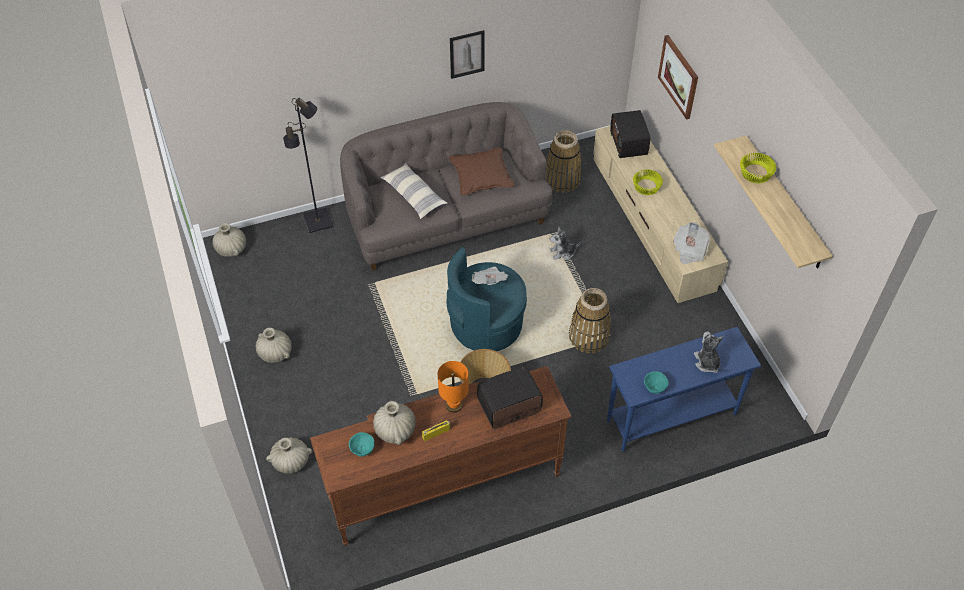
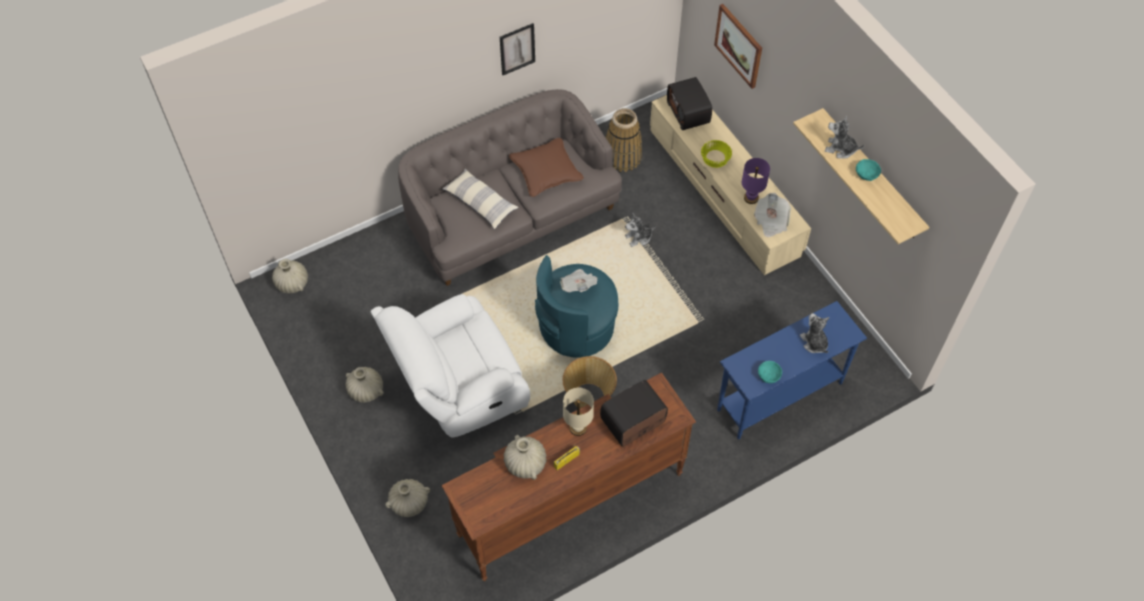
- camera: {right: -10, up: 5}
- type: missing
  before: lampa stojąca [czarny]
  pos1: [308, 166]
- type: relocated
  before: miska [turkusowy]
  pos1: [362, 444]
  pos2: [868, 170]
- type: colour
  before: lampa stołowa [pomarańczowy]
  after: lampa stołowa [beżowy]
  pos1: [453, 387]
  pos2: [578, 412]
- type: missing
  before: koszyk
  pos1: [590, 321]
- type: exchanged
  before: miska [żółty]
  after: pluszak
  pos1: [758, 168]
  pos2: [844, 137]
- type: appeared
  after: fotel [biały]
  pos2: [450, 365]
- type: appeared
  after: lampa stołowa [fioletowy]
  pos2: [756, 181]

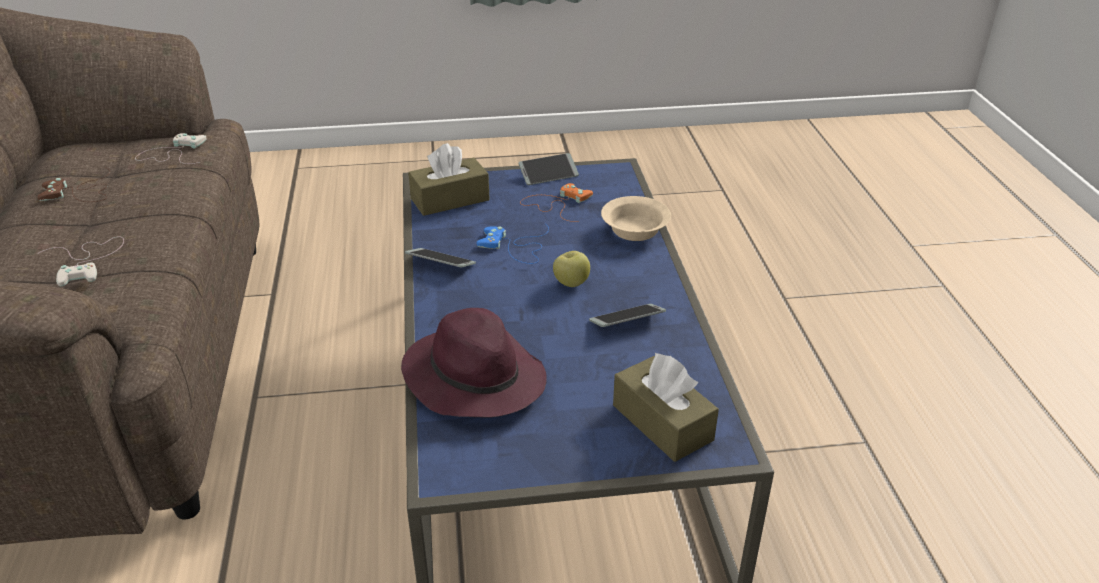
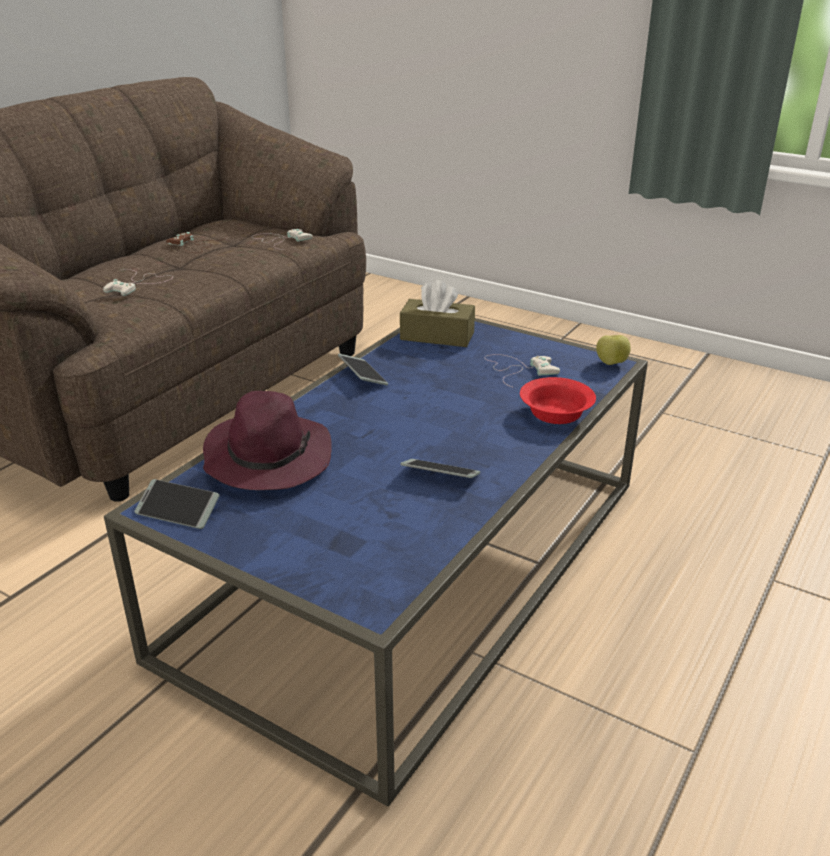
- camera: {right: 40, up: -5}
- type: missing
  before: pad do gier [niebieski]
  pos1: [512, 244]
- type: relocated
  before: telefon
  pos1: [549, 169]
  pos2: [176, 504]
- type: colour
  before: pad do gier [pomarańczowy]
  after: pad do gier [biały]
  pos1: [556, 202]
  pos2: [522, 370]
- type: relocated
  before: jabłko
  pos1: [571, 269]
  pos2: [613, 350]
- type: colour
  before: miska [beżowy]
  after: miska [czerwony]
  pos1: [636, 218]
  pos2: [558, 400]
- type: missing
  before: pudełko chusteczek [brązowy]
  pos1: [666, 407]

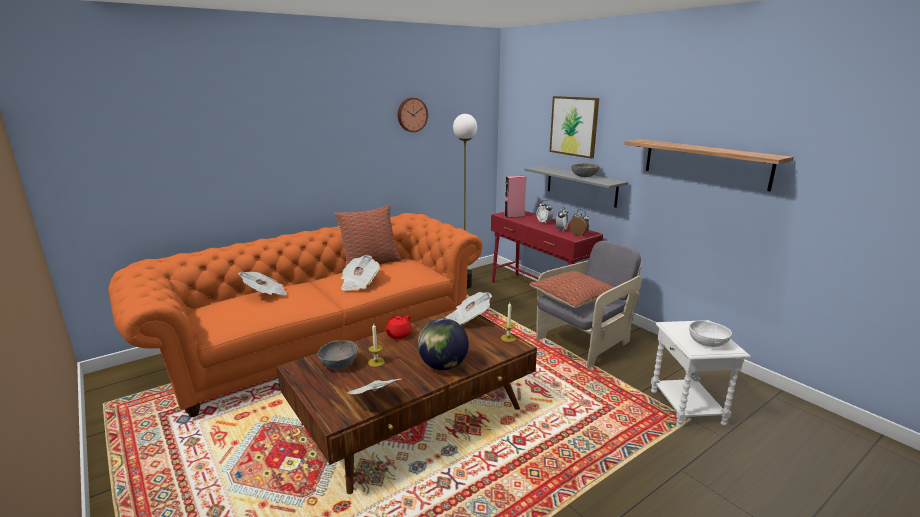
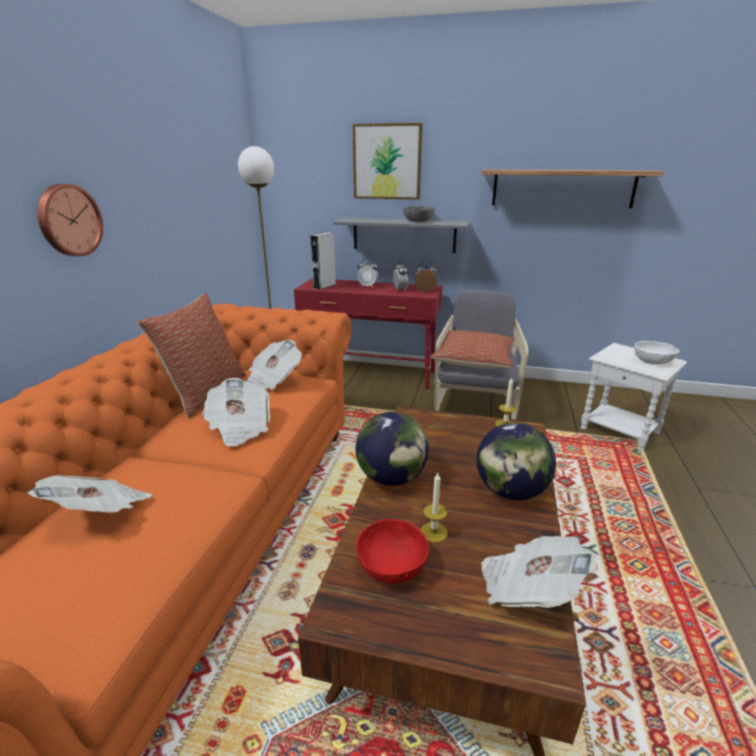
- camera: {right: -40, up: 5}
- type: colour
  before: miska [szary]
  after: miska [czerwony]
  pos1: [337, 354]
  pos2: [392, 551]
- type: exchanged
  before: imbryk [czerwony]
  after: globus
  pos1: [398, 327]
  pos2: [392, 449]
- type: relocated
  before: zegar ścienny
  pos1: [413, 115]
  pos2: [70, 220]
- type: relocated
  before: gazeta
  pos1: [469, 308]
  pos2: [274, 365]
- type: colour
  before: głośnik [różowy]
  after: głośnik [szary]
  pos1: [515, 197]
  pos2: [323, 261]

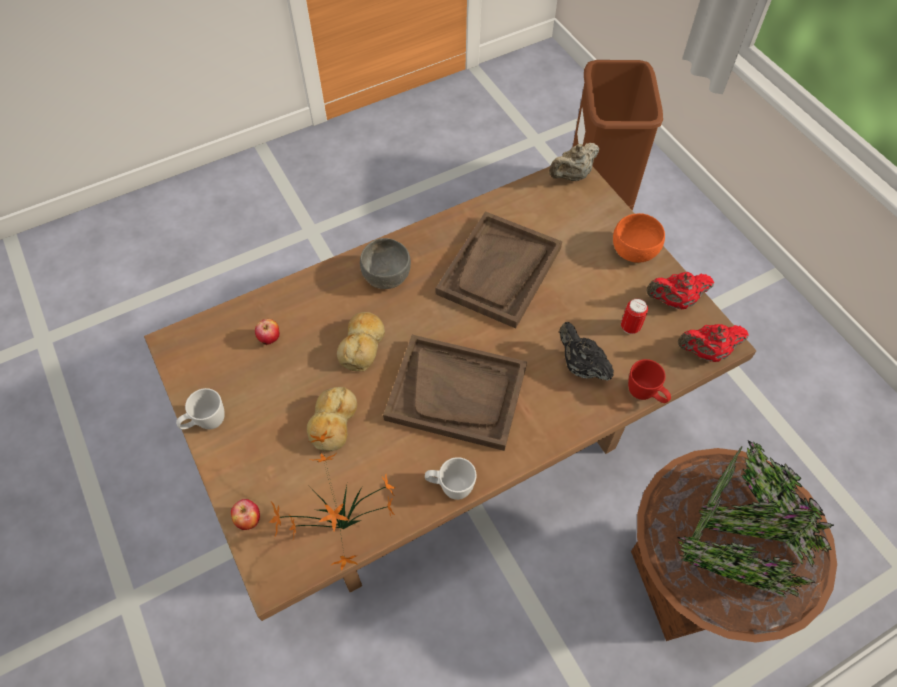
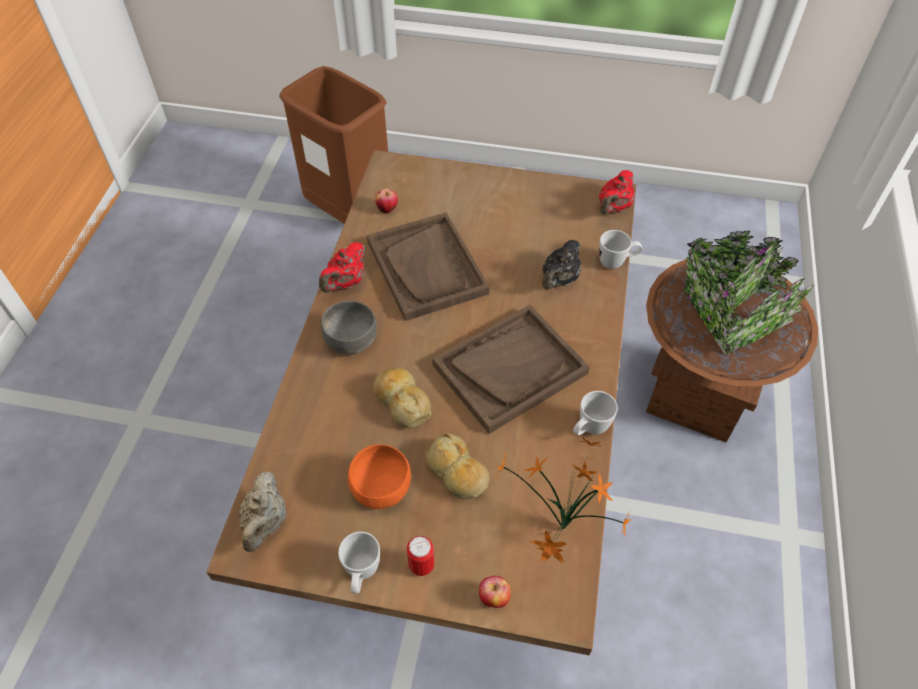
- camera: {right: -50, up: -5}
- type: relocated
  before: jabłko
  pos1: [267, 332]
  pos2: [386, 200]
- type: relocated
  before: imbryk [beżowy]
  pos1: [574, 162]
  pos2: [262, 512]
- type: spun
  before: imbryk [czarny]
  pos1: [586, 351]
  pos2: [561, 264]
  turn: -60
- type: relocated
  before: miska [pomarańczowy]
  pos1: [639, 238]
  pos2: [379, 476]
- type: relocated
  before: puszka
  pos1: [634, 316]
  pos2: [421, 556]
- type: colour
  before: kubek [czerwony]
  after: kubek [biały]
  pos1: [649, 381]
  pos2: [620, 249]
- type: relocated
  before: imbryk [czerwony]
  pos1: [680, 290]
  pos2: [342, 267]

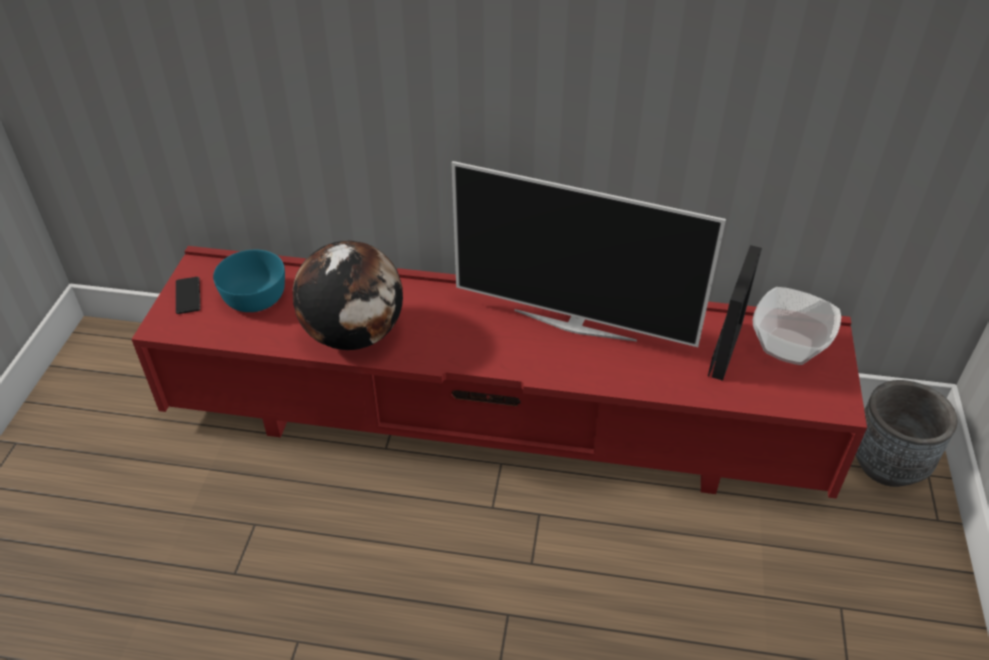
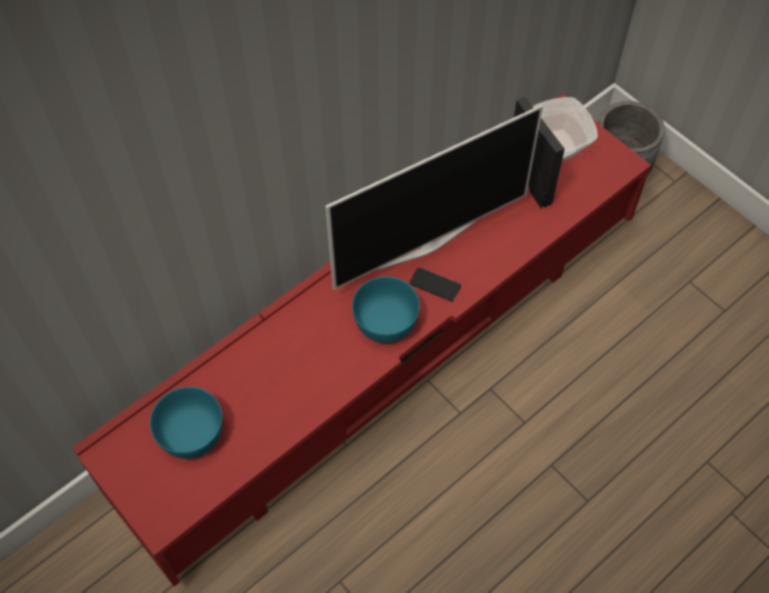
- camera: {right: -50, up: 15}
- type: relocated
  before: telefon
  pos1: [188, 295]
  pos2: [435, 284]
- type: missing
  before: globus
  pos1: [348, 295]
- type: appeared
  after: miska [turkusowy]
  pos2: [386, 309]

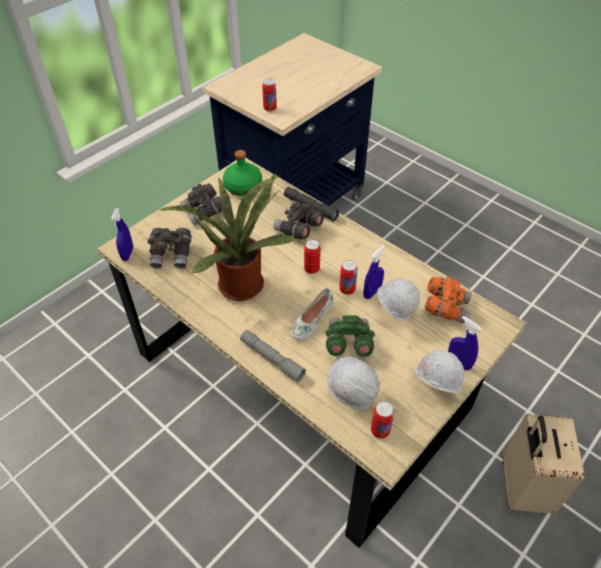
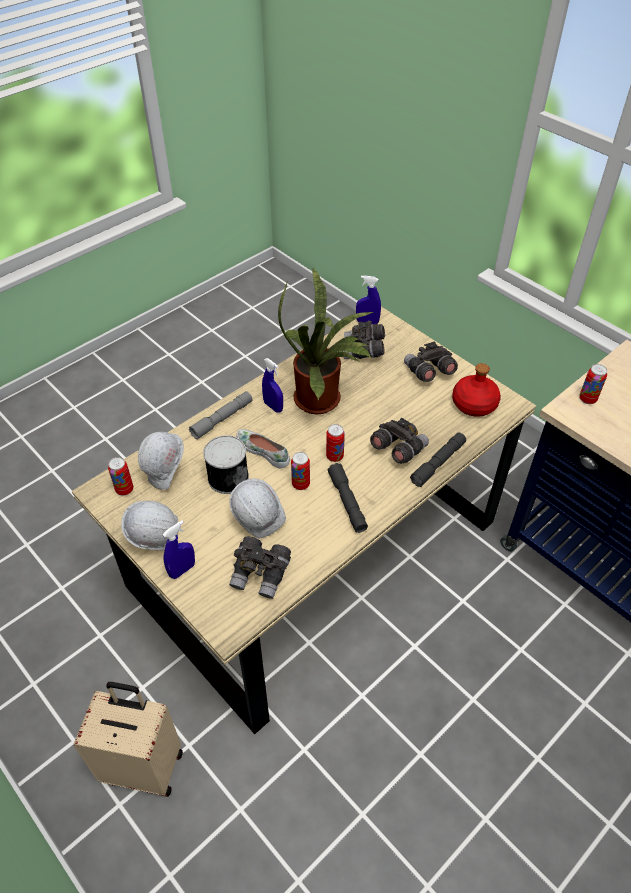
- camera: {right: 95, up: 0}
- type: colour
  before: butelka [zielony]
  after: butelka [czerwony]
  pos1: [242, 173]
  pos2: [476, 390]
- type: exchanged
  before: lornetka [zielony]
  after: puszka
  pos1: [350, 336]
  pos2: [226, 464]
- type: relocated
  before: spryskiwacz [niebieski]
  pos1: [374, 272]
  pos2: [272, 385]
- type: colour
  before: lornetka [pomarańczowy]
  after: lornetka [szary]
  pos1: [448, 300]
  pos2: [260, 567]
- type: appeared
  after: latarka [szary]
  pos2: [348, 498]

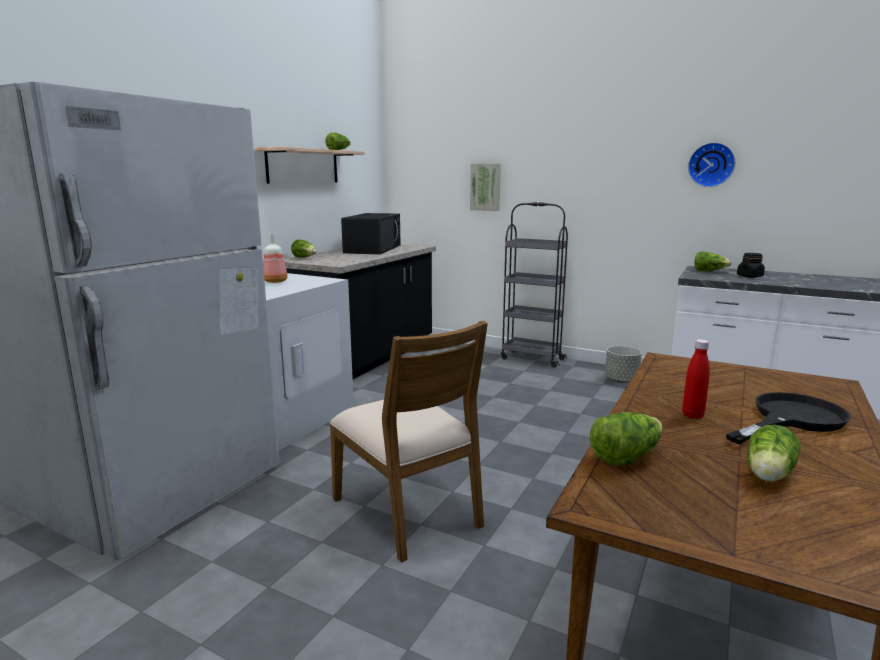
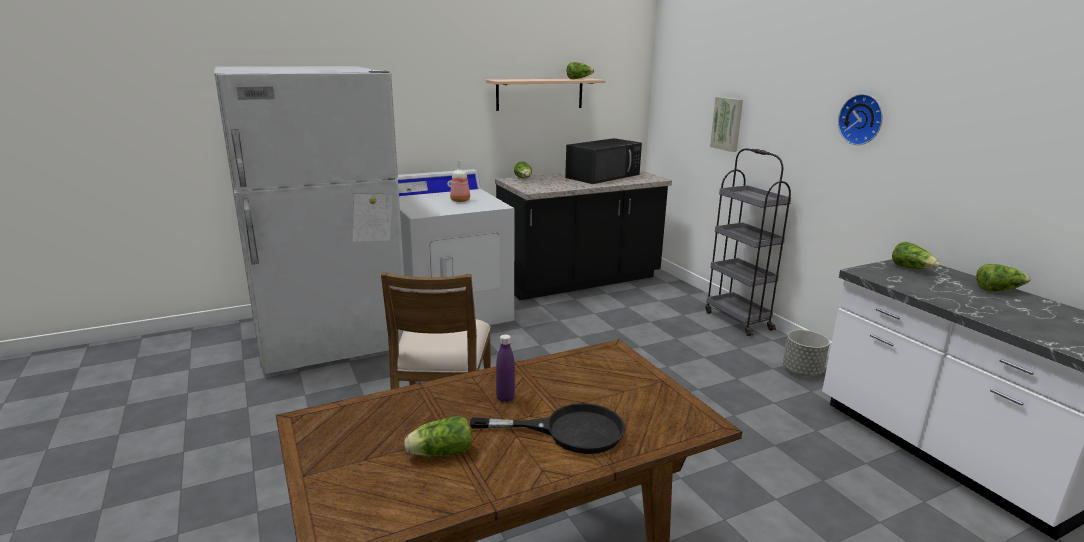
- camera: {right: 35, up: 5}
- type: relocated
  before: sałata
  pos1: [626, 439]
  pos2: [1003, 278]
- type: colour
  before: butelka [czerwony]
  after: butelka [fioletowy]
  pos1: [696, 379]
  pos2: [505, 368]
- type: relocated
  before: zegar ścienny
  pos1: [712, 164]
  pos2: [860, 119]
- type: missing
  before: słoik [czarny]
  pos1: [751, 265]

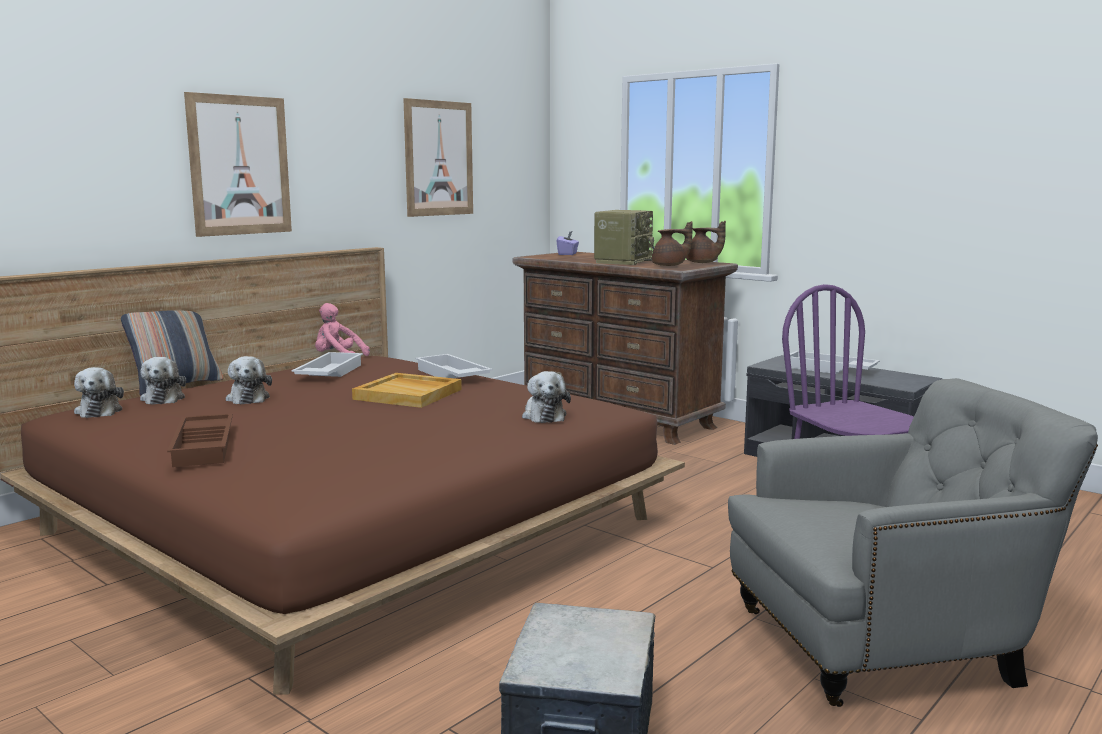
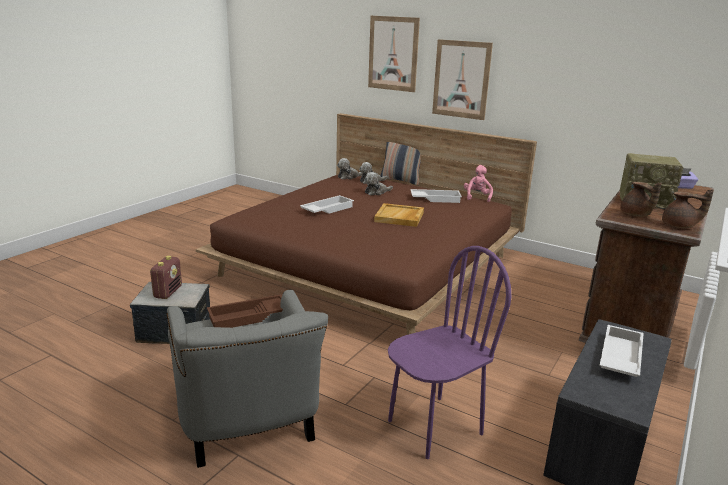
- camera: {right: 80, up: 10}
- type: relocated
  before: taca [brązowy]
  pos1: [200, 440]
  pos2: [245, 311]
- type: relocated
  before: obraz
  pos1: [438, 157]
  pos2: [394, 54]
- type: relocated
  before: taca [biały]
  pos1: [454, 366]
  pos2: [327, 204]
- type: missing
  before: pluszak
  pos1: [546, 397]
- type: spun
  before: imbryk [brązowy]
  pos1: [706, 242]
  pos2: [688, 208]
  turn: -90
- type: appeared
  after: radio
  pos2: [166, 277]

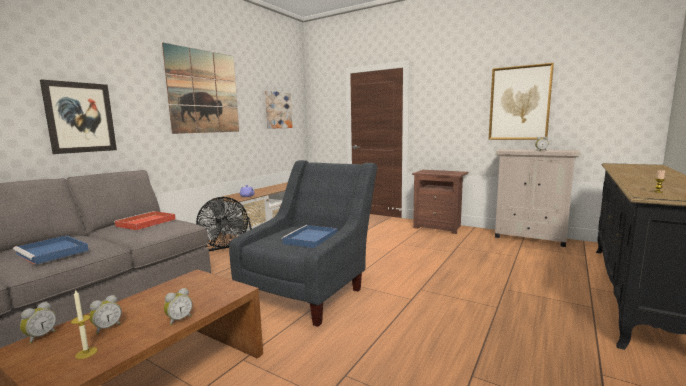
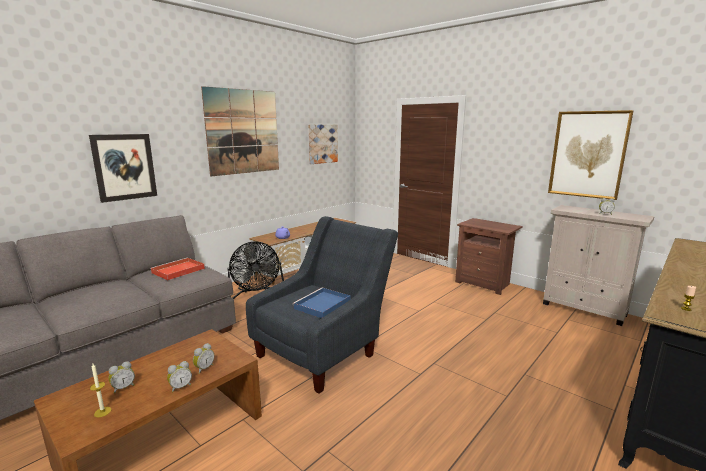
- camera: {right: 10, up: 5}
- type: missing
  before: taca [niebieski]
  pos1: [51, 250]
- type: relocated
  before: budzik
  pos1: [38, 323]
  pos2: [203, 358]

